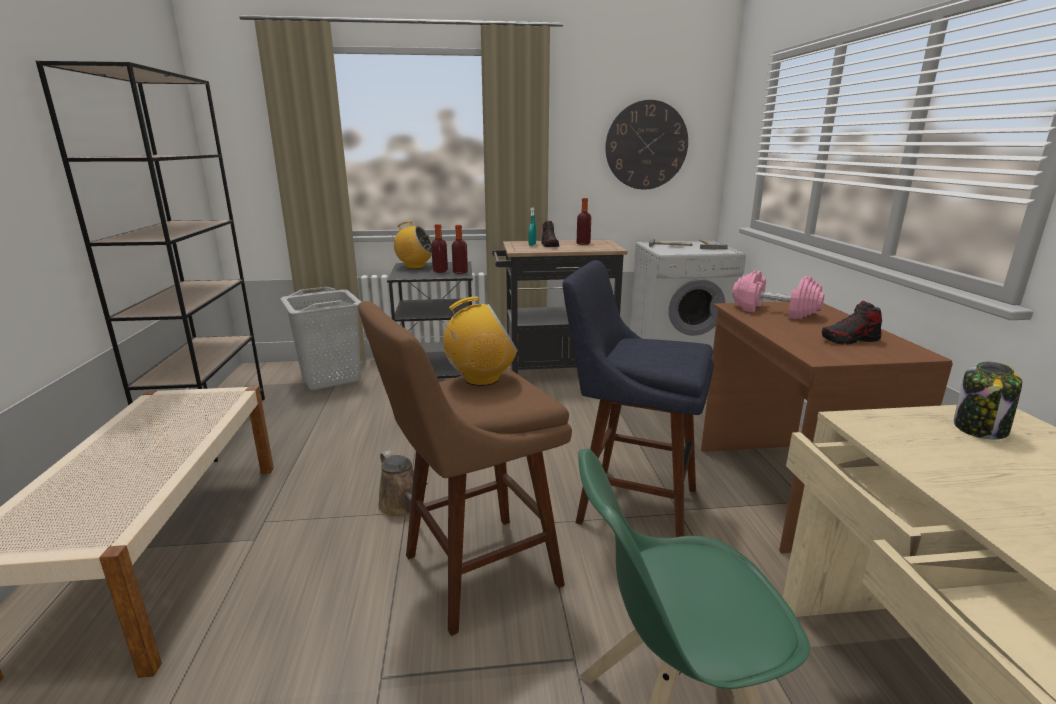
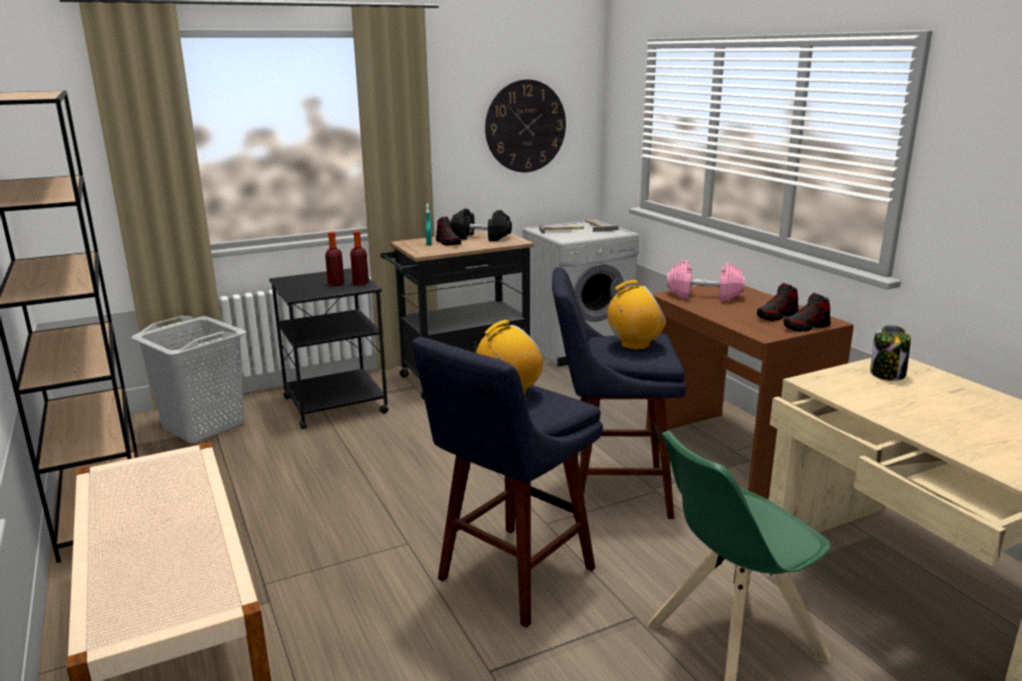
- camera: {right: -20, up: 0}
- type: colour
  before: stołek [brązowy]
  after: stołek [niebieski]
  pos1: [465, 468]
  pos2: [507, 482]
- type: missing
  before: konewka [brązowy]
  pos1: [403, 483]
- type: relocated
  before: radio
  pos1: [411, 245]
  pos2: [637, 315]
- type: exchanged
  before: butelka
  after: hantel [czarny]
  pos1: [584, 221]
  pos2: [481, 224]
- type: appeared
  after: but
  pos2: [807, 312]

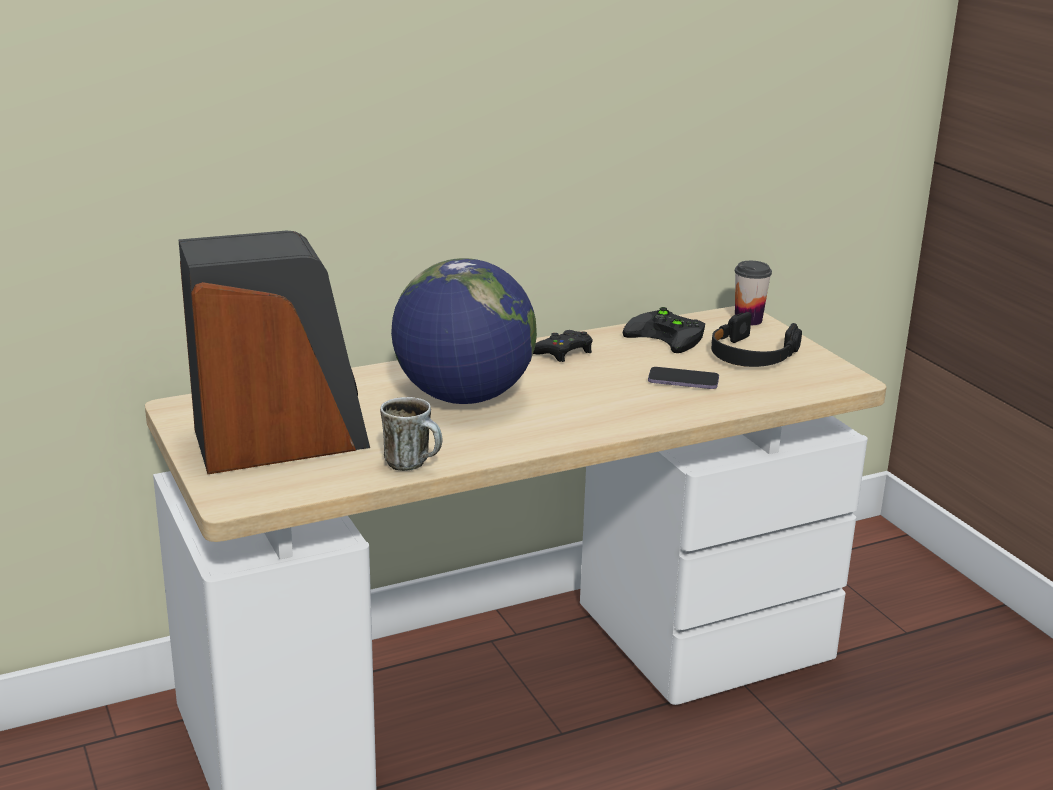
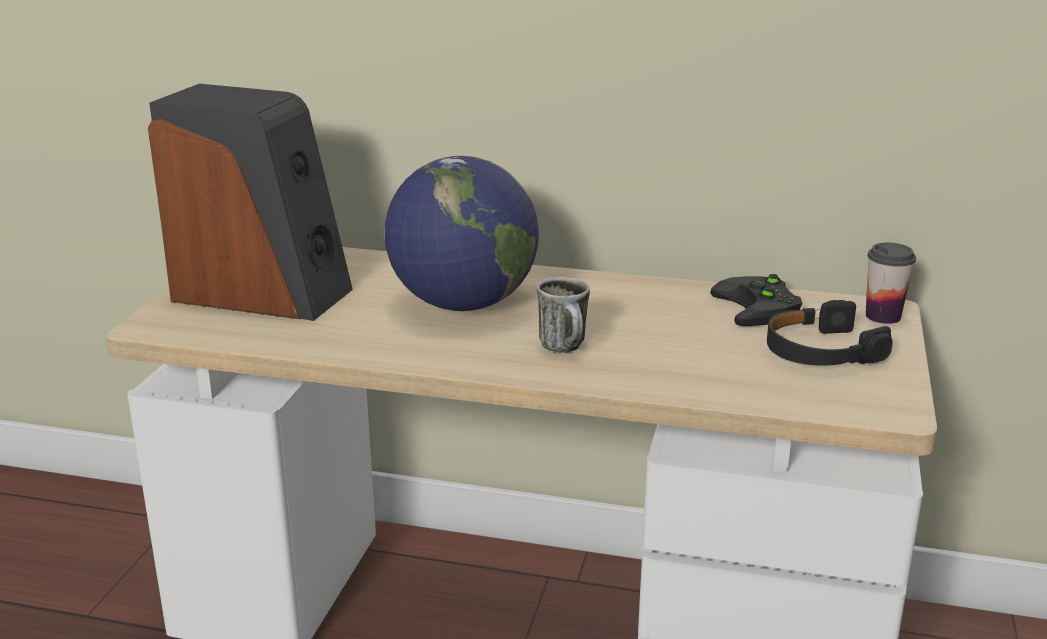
- camera: {right: 40, up: 0}
- type: relocated
  before: kubek
  pos1: [411, 434]
  pos2: [563, 315]
- type: missing
  before: pad do gier [czarny]
  pos1: [563, 346]
- type: missing
  before: telefon
  pos1: [683, 378]

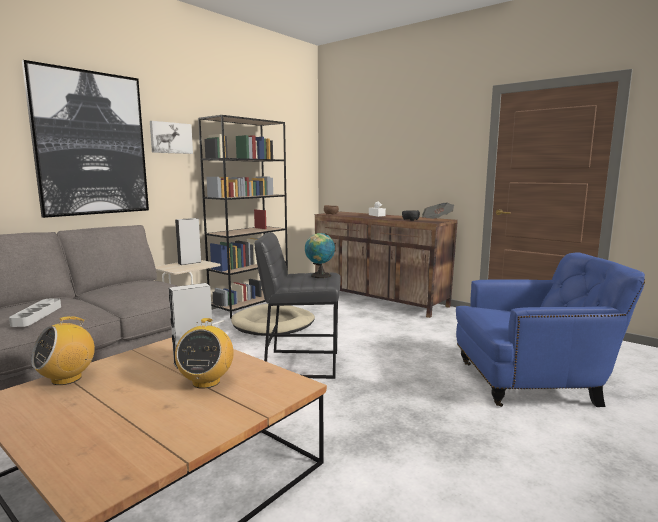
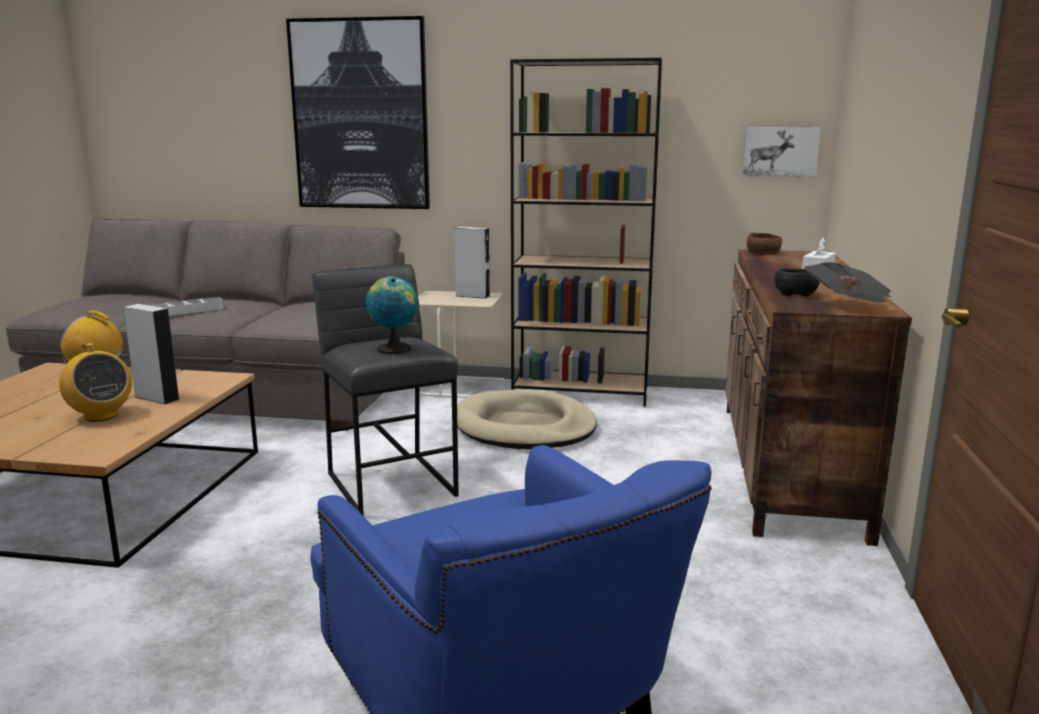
- camera: {right: 60, up: 5}
- type: relocated
  before: obraz
  pos1: [171, 137]
  pos2: [782, 152]
- type: spun
  before: radio
  pos1: [204, 353]
  pos2: [95, 382]
  turn: -105

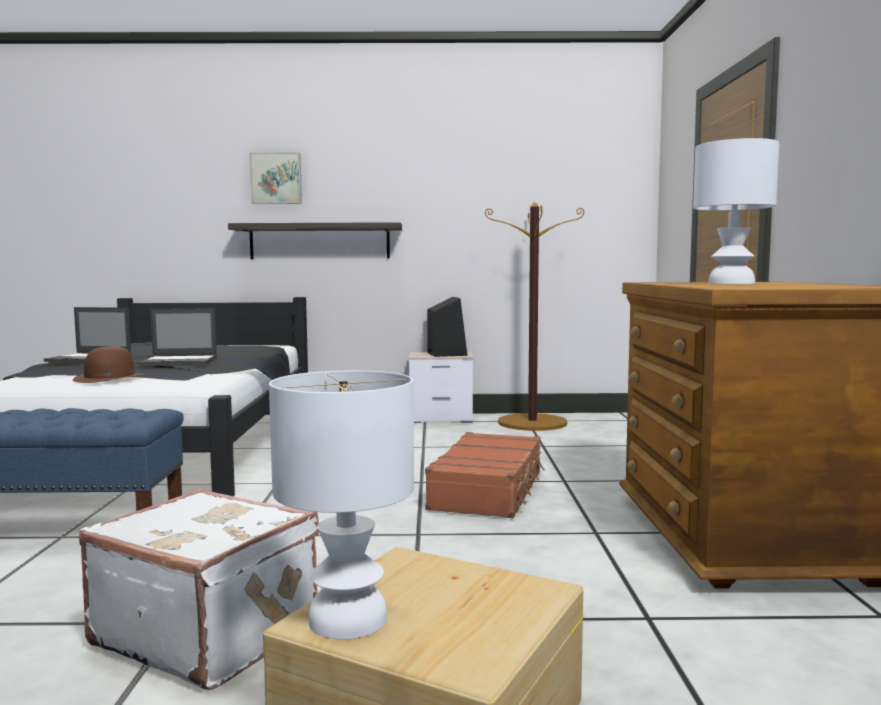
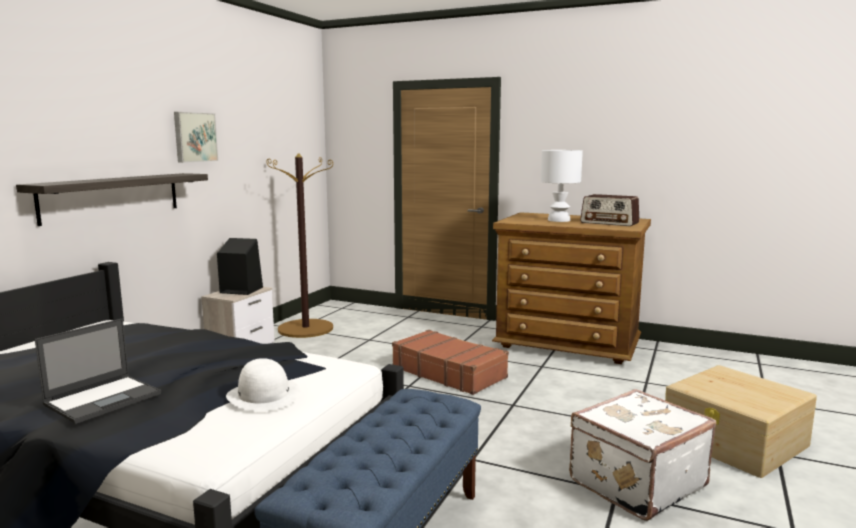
- camera: {right: -65, up: 5}
- type: colour
  before: kapelusz [brązowy]
  after: kapelusz [biały]
  pos1: [109, 364]
  pos2: [263, 384]
- type: missing
  before: laptop
  pos1: [177, 337]
- type: relocated
  before: obraz
  pos1: [275, 178]
  pos2: [196, 137]
- type: missing
  before: lampa stołowa [biały]
  pos1: [341, 504]
- type: appeared
  after: radio
  pos2: [610, 210]

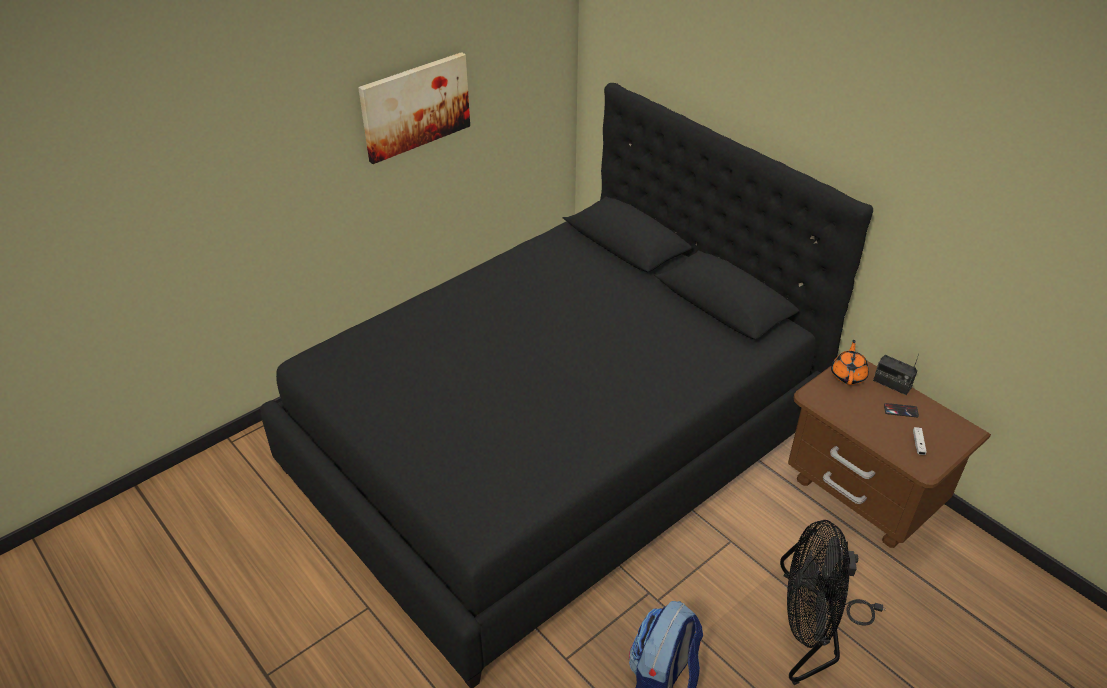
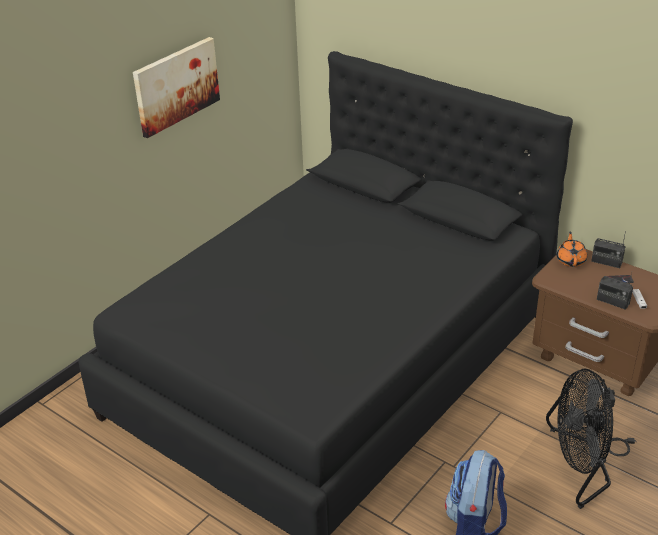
- camera: {right: -10, up: -5}
- type: appeared
  after: radio
  pos2: [615, 292]

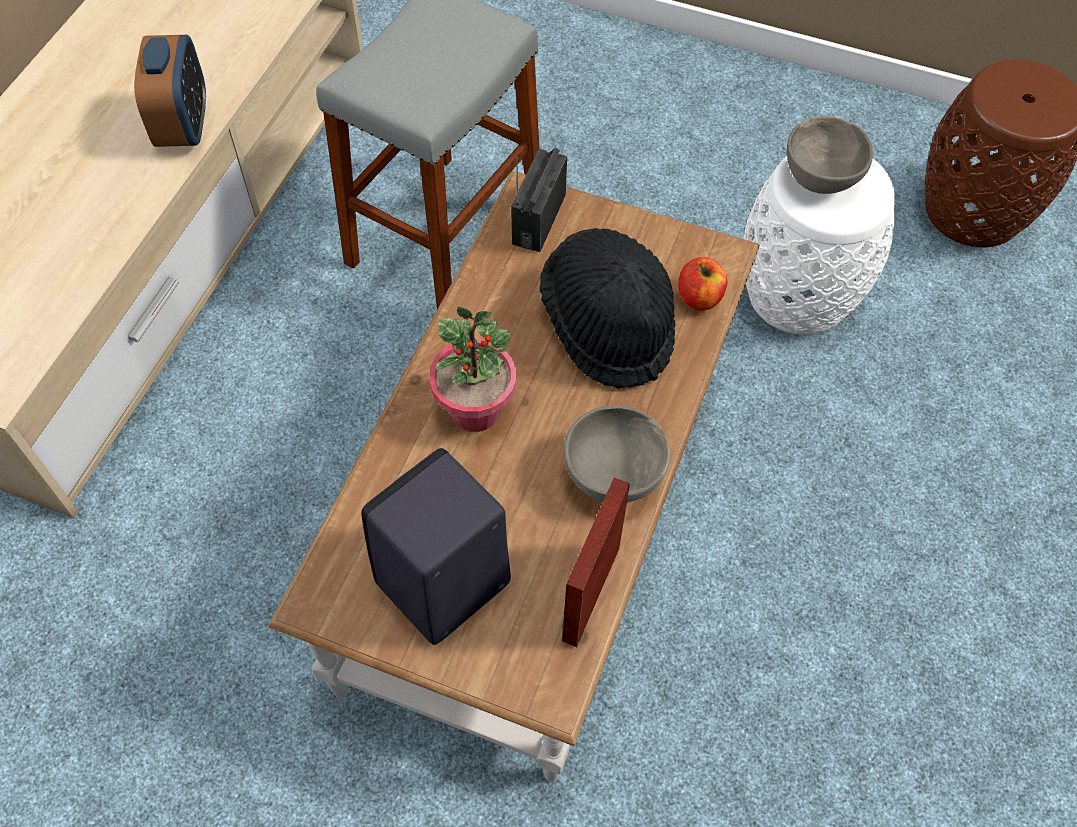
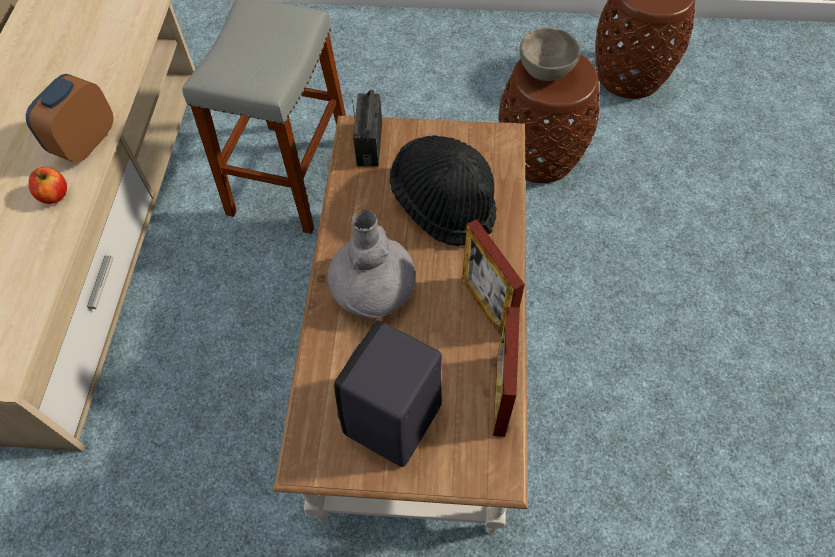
- camera: {right: -15, up: 0}
- type: spun
  before: budzik
  pos1: [170, 91]
  pos2: [70, 118]
  turn: -135
- type: exchanged
  before: roślina doniczkowa
  after: wazon [szary]
  pos1: [472, 369]
  pos2: [371, 263]
- type: exchanged
  before: miska [szary]
  after: ramka na zdjęcie
  pos1: [617, 454]
  pos2: [493, 277]
- type: relocated
  before: jabłko
  pos1: [703, 283]
  pos2: [47, 185]
- type: colour
  before: stołek [biały]
  after: stołek [brązowy]
  pos1: [819, 245]
  pos2: [549, 118]

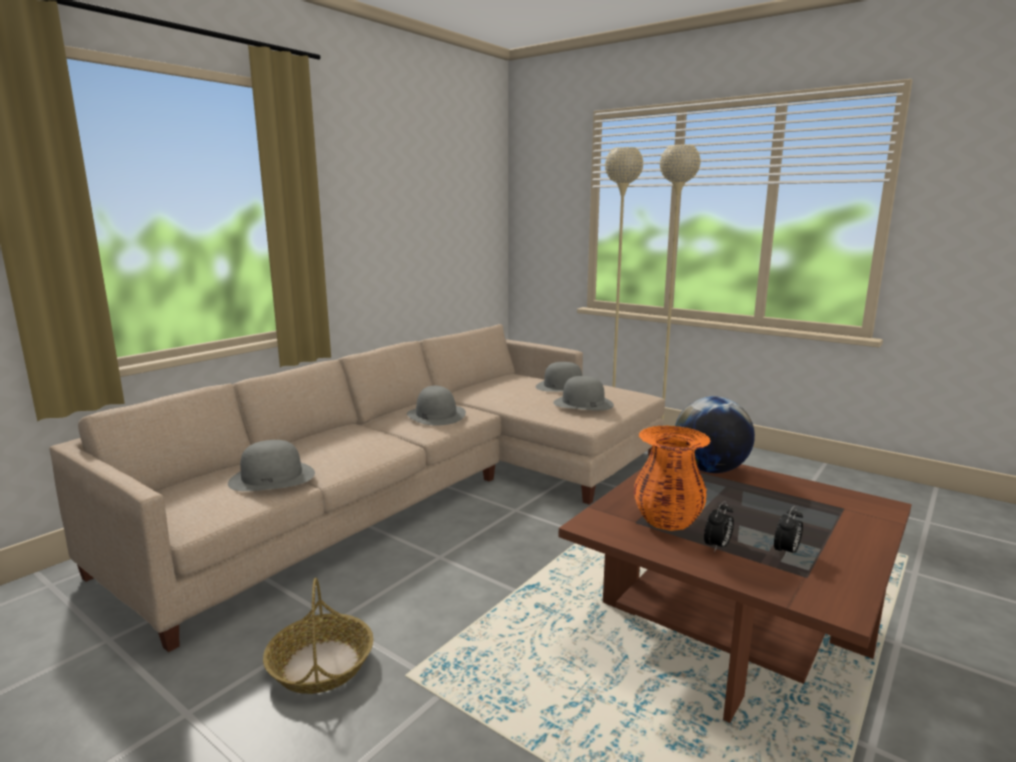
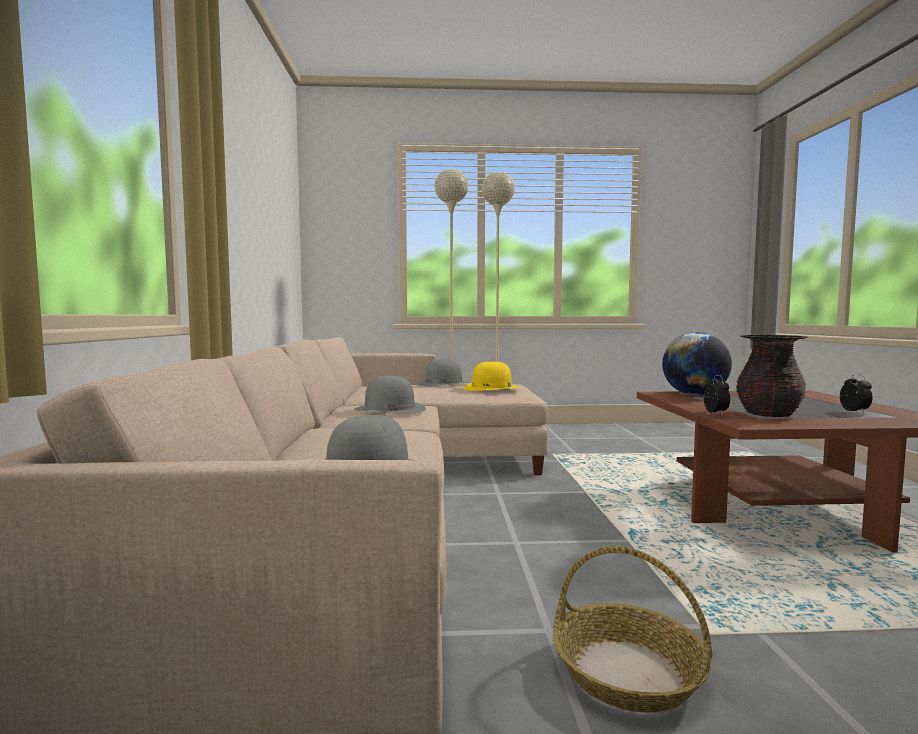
- camera: {right: -40, up: -10}
- type: colour
  before: kapelusz [szary]
  after: kapelusz [żółty]
  pos1: [583, 393]
  pos2: [491, 376]
- type: colour
  before: wazon [pomarańczowy]
  after: wazon [czarny]
  pos1: [672, 478]
  pos2: [772, 376]
- type: relocated
  before: budzik
  pos1: [719, 526]
  pos2: [717, 395]

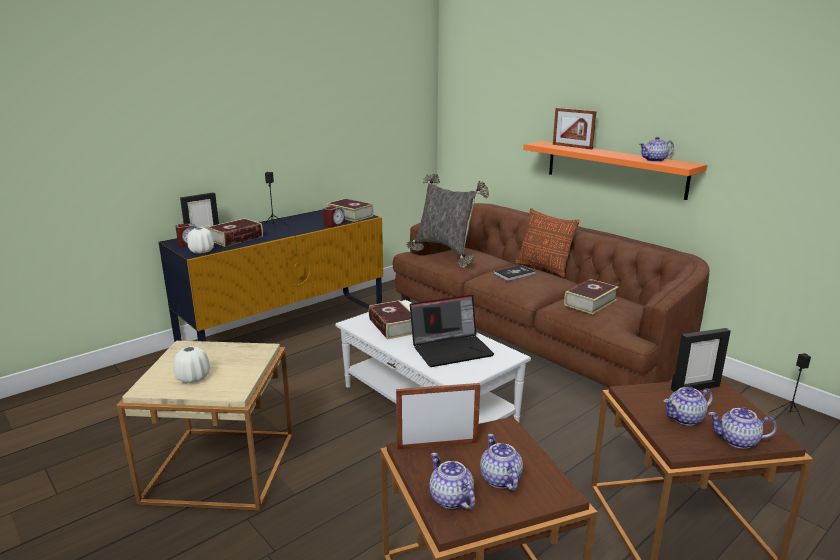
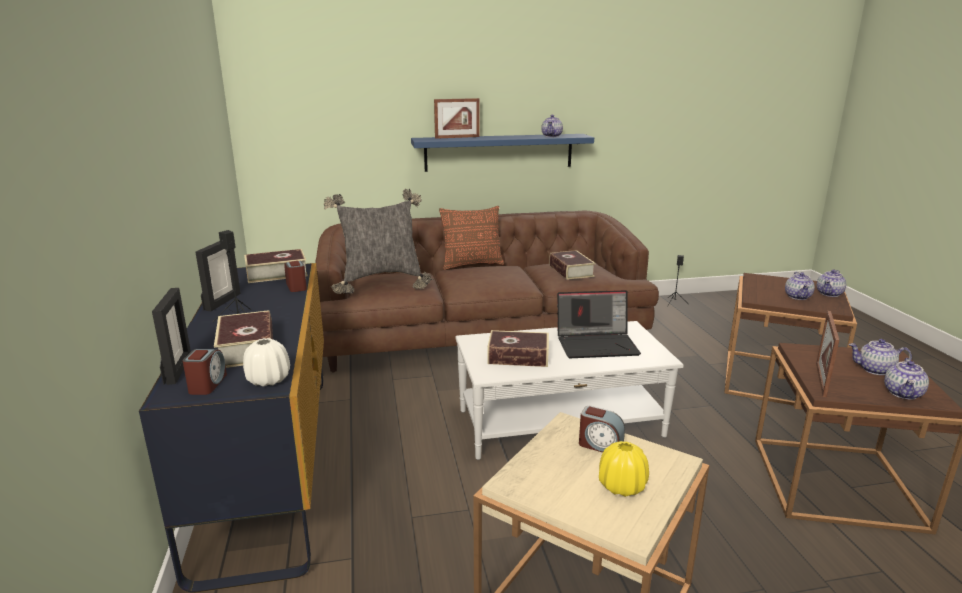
- camera: {right: -60, up: 0}
- type: colour
  before: wazon [biały]
  after: wazon [żółty]
  pos1: [191, 364]
  pos2: [624, 469]
- type: spun
  before: laptop
  pos1: [452, 331]
  pos2: [599, 324]
  turn: 75
- type: spun
  before: imbryk
  pos1: [452, 481]
  pos2: [906, 379]
  turn: -60
- type: missing
  before: książka
  pos1: [515, 273]
- type: colour
  before: półka [pomarańczowy]
  after: półka [niebieski]
  pos1: [615, 170]
  pos2: [502, 153]
- type: relocated
  before: ramka na zdjęcie
  pos1: [701, 360]
  pos2: [218, 276]
- type: appeared
  after: budzik
  pos2: [602, 429]

